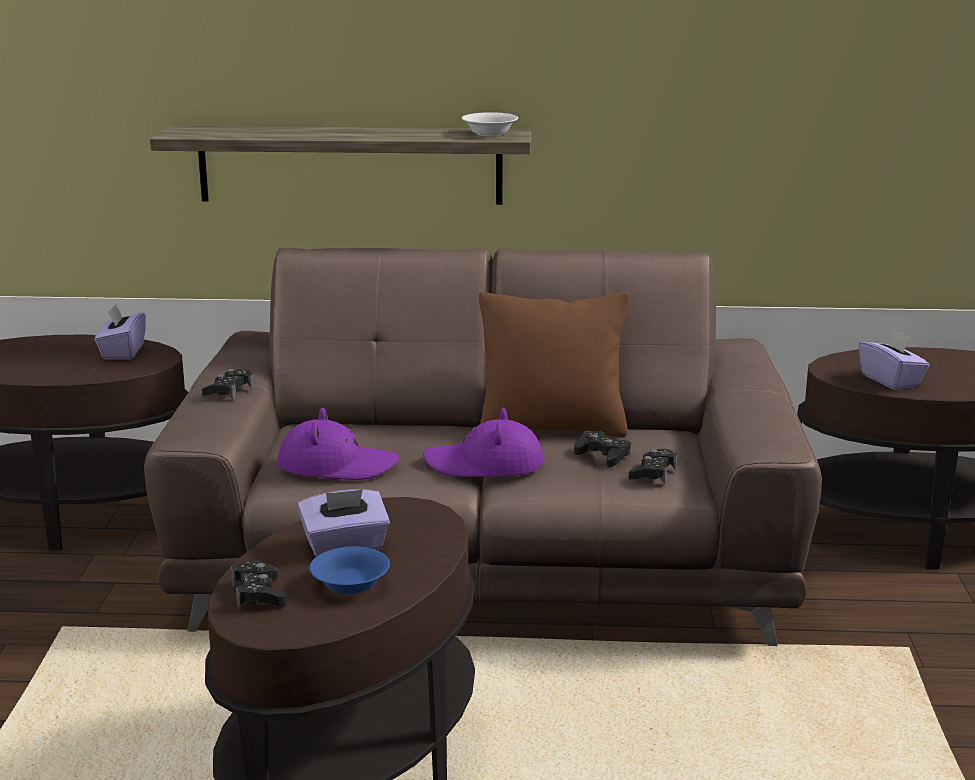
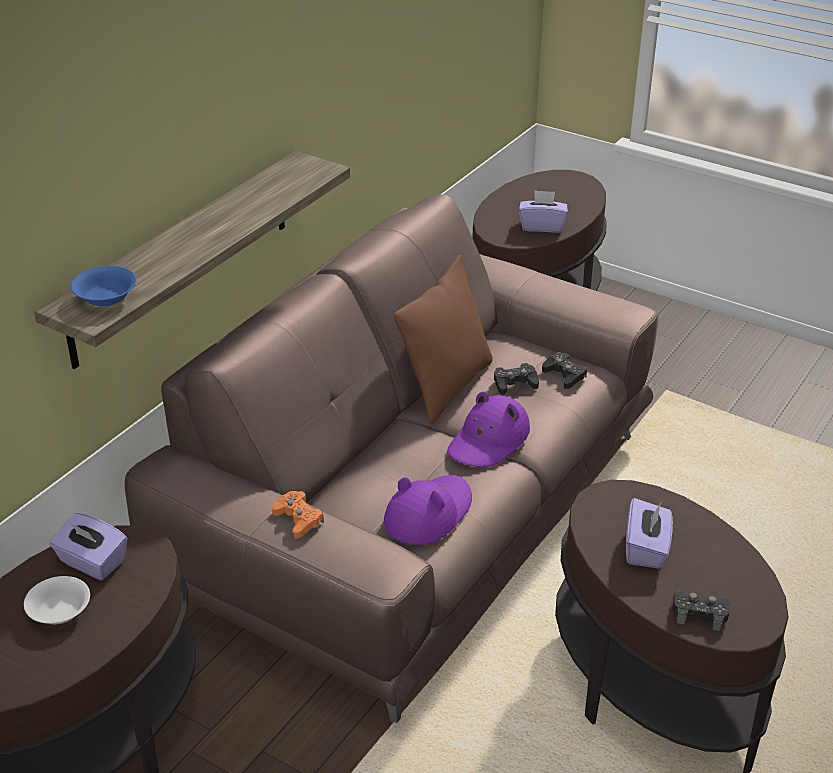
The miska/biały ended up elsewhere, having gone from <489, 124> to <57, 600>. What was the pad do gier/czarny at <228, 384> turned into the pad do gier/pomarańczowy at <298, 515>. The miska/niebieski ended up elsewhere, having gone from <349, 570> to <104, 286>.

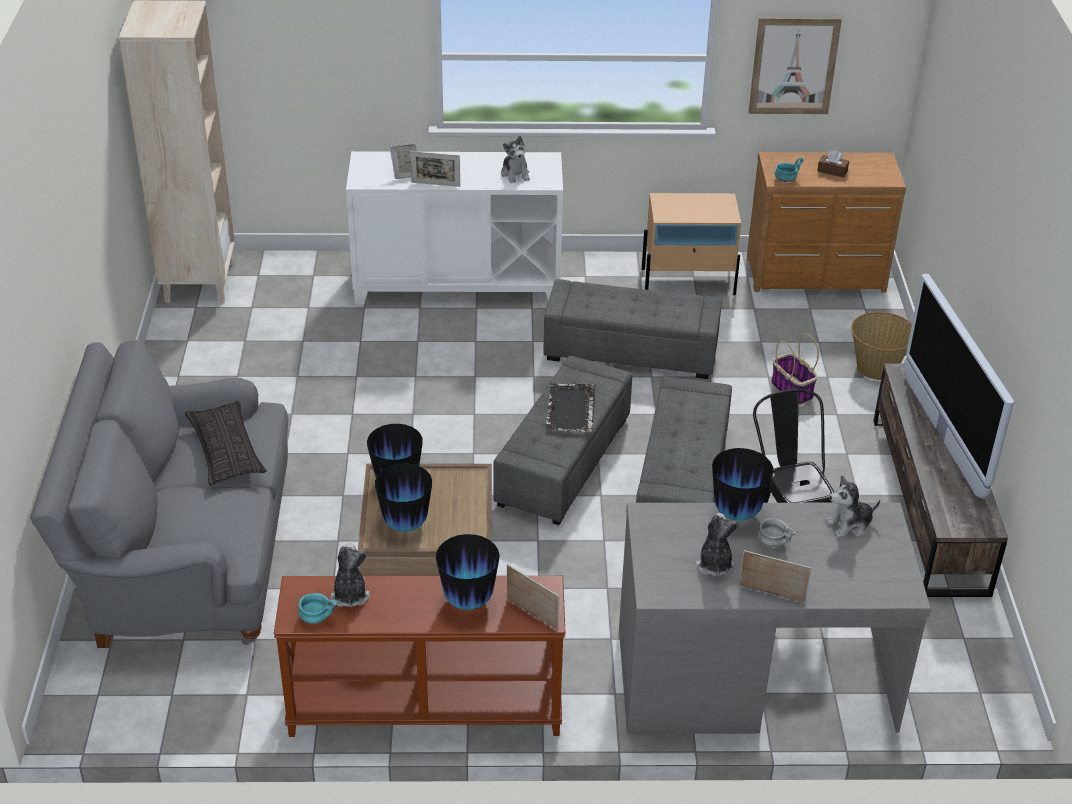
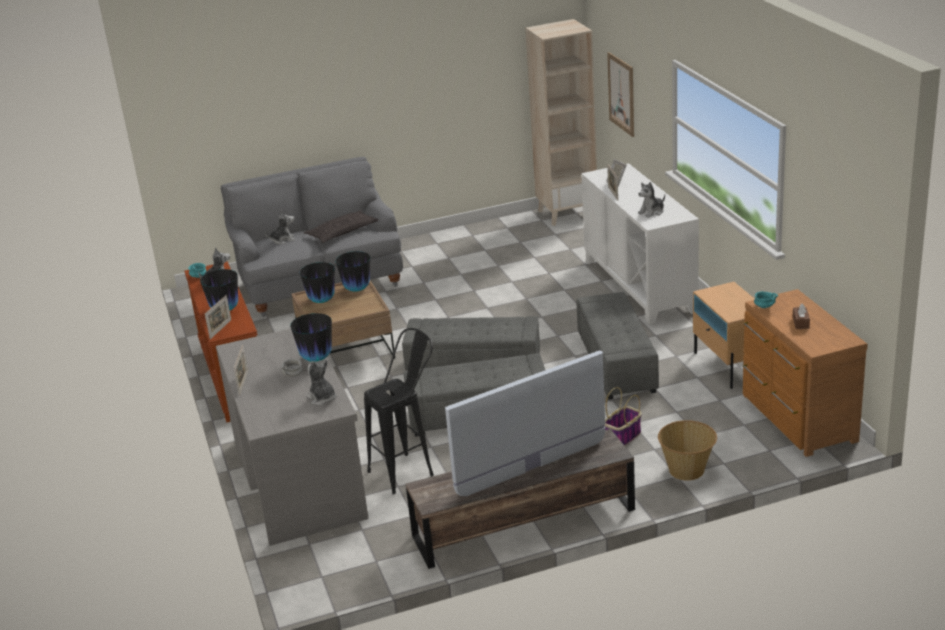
The obraz ended up elsewhere, having gone from <795, 66> to <620, 94>. The second view lost the taca/czarny at <571, 407>. The pluszak ended up elsewhere, having gone from <717, 544> to <280, 227>.

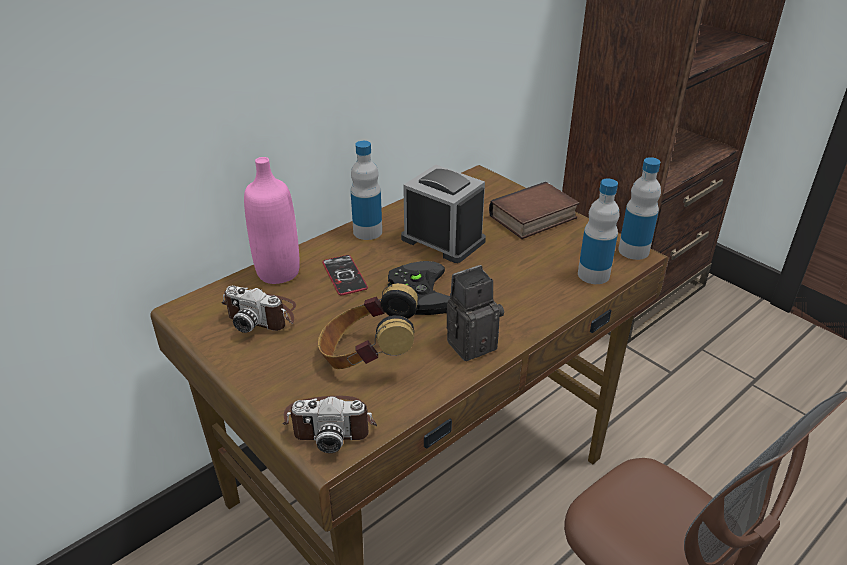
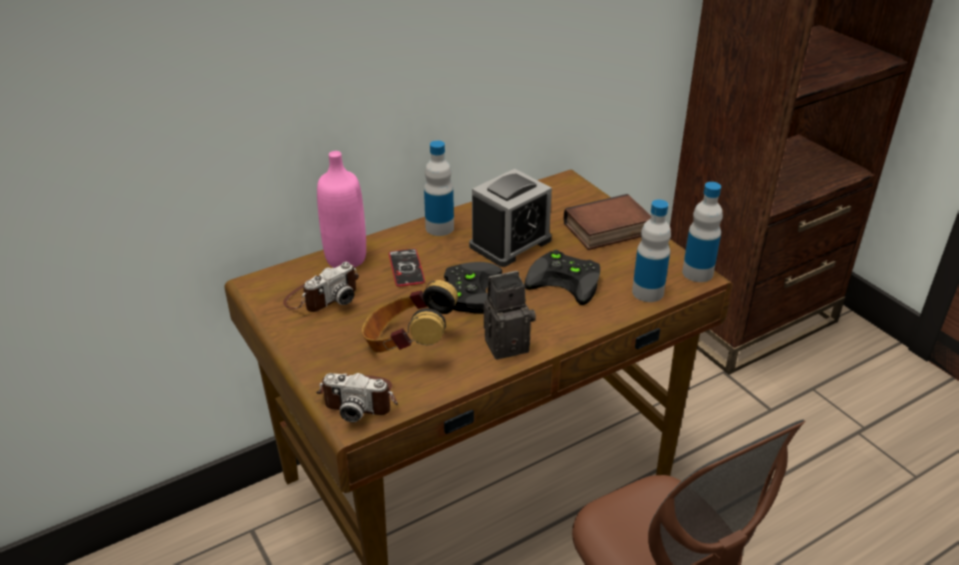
The budzik at <443, 214> ended up facing another way, 90 degrees clockwise from before. The aparat fotograficzny at <258, 309> ended up facing another way, 75 degrees counterclockwise from before. The second view gained the pad do gier/czarny at <562, 277>.

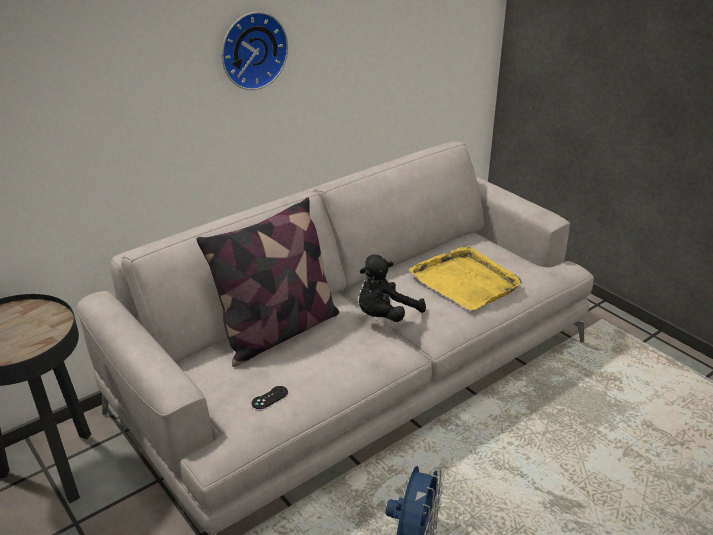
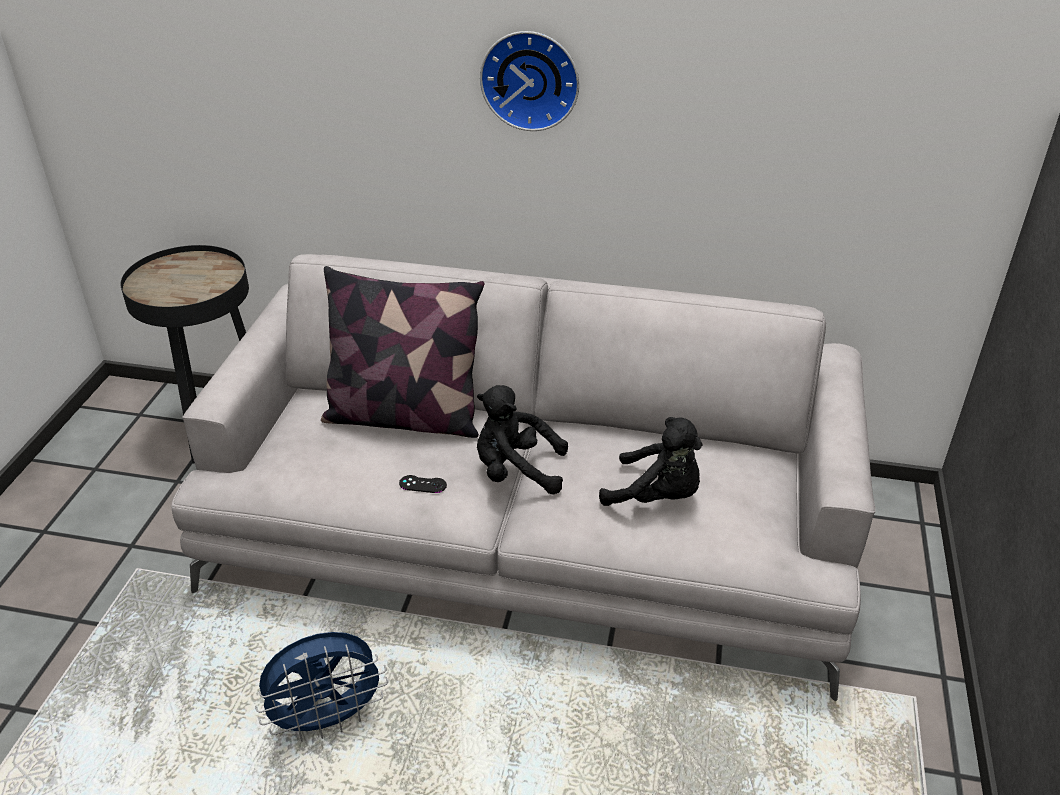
Where the taca/żółty stood at <465, 278>, the pluszak/czarny came to stand at <650, 461>. The pad do gier/czarny ended up elsewhere, having gone from <270, 397> to <423, 484>.

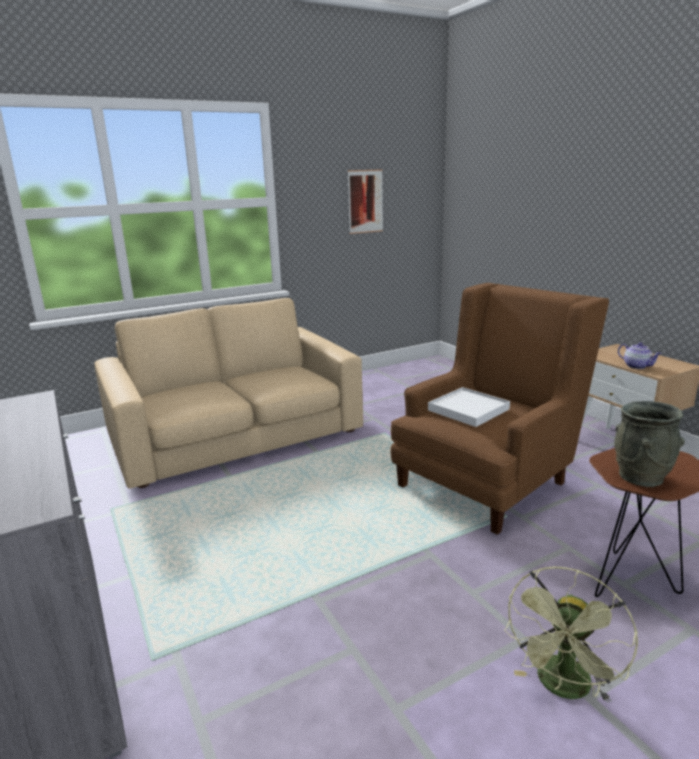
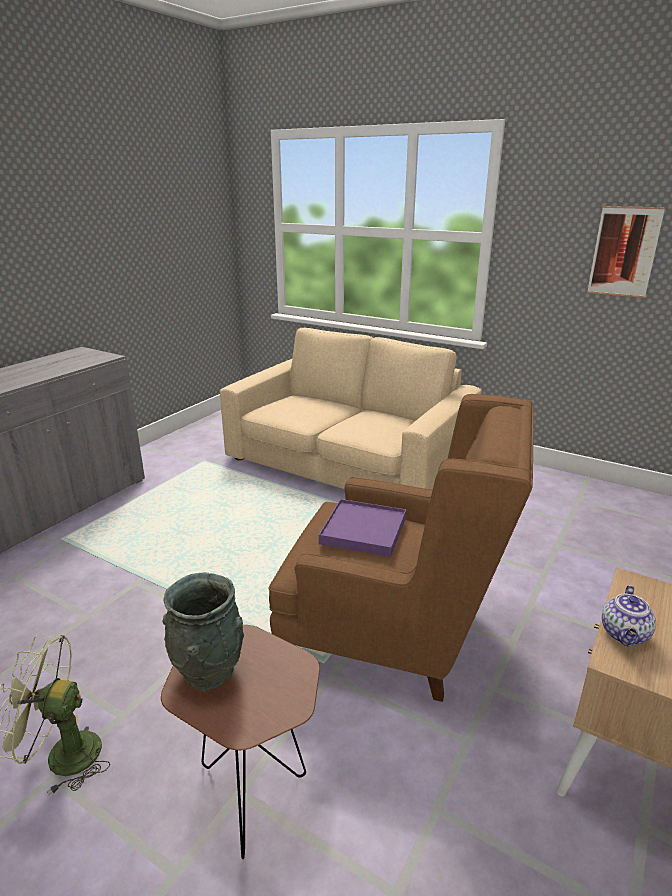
What was the taca/biały at <469, 407> turned into the taca/fioletowy at <362, 528>.

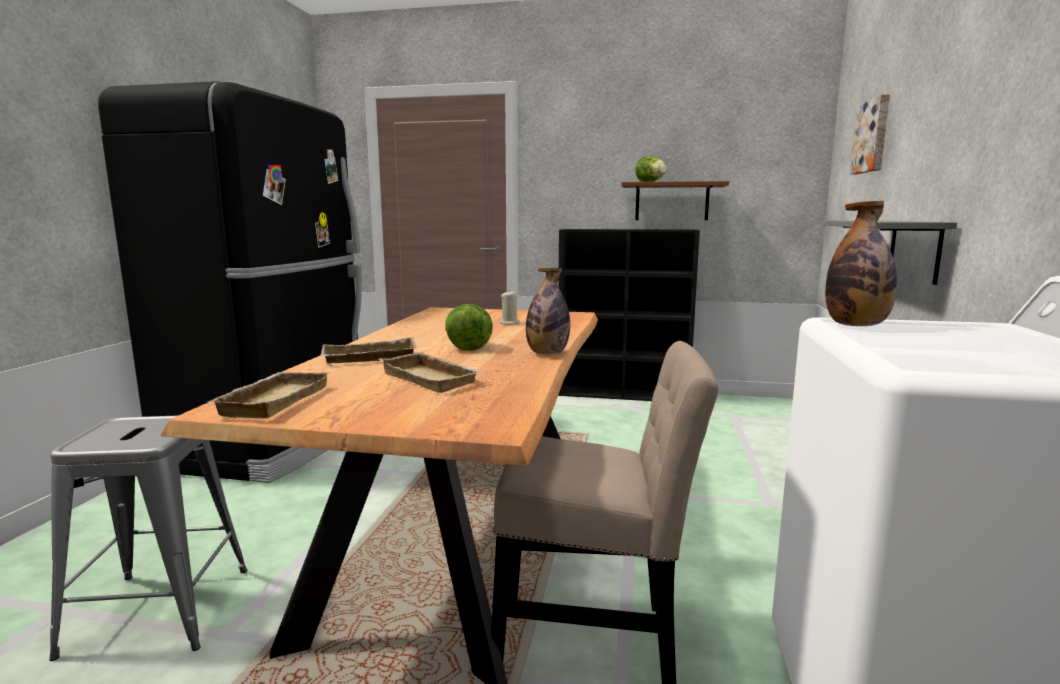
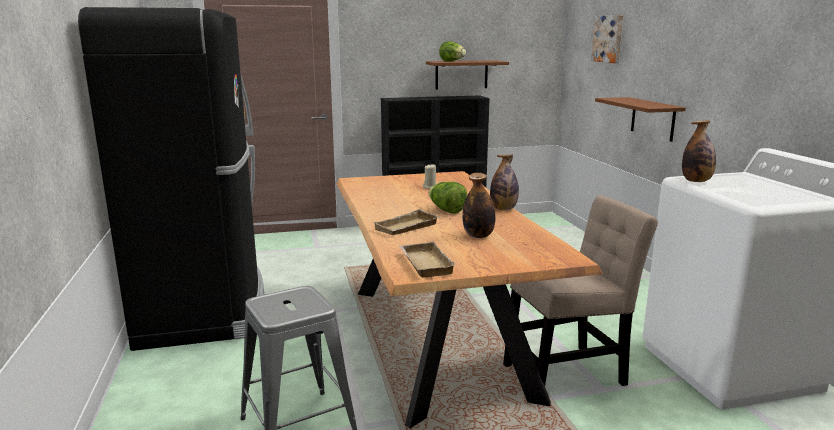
What was the półka/szary at <891, 252> turned into the półka/brązowy at <640, 119>. Where the taca/beżowy stood at <430, 372>, the butelka came to stand at <478, 205>.

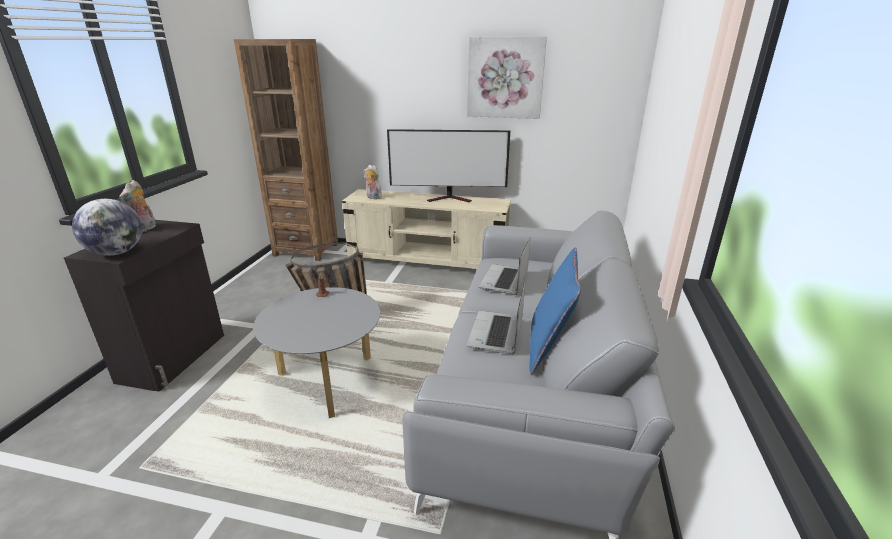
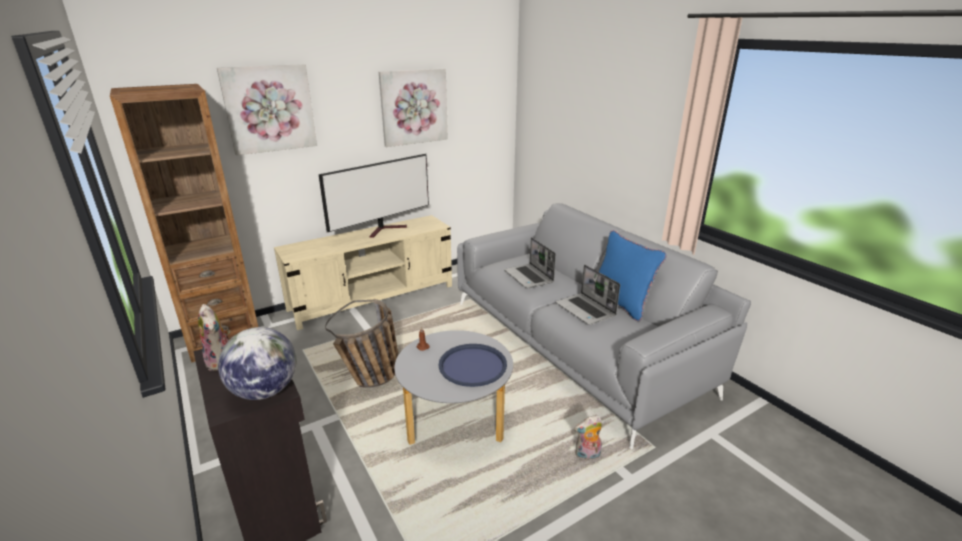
The pluszak ended up elsewhere, having gone from <372, 182> to <589, 438>. The second view gained the obraz at <267, 109>. The second view gained the taca/niebieski at <472, 365>.

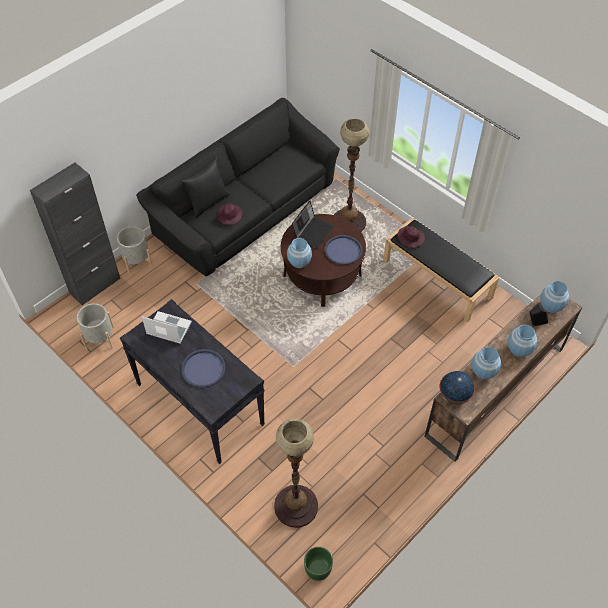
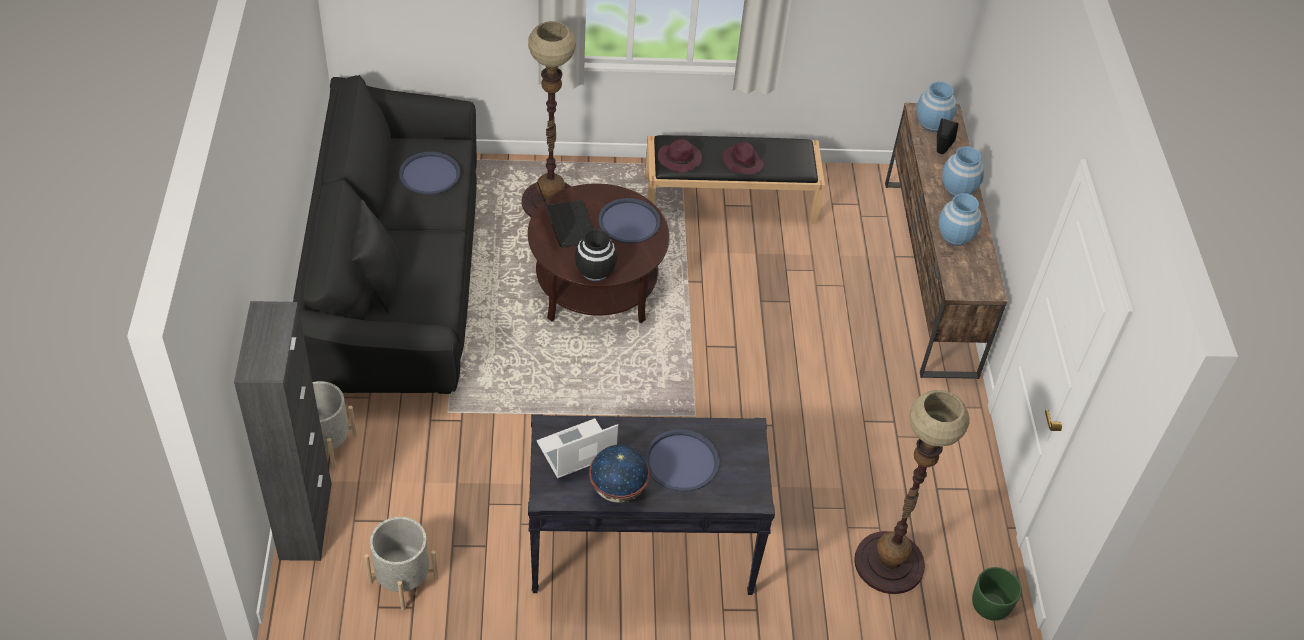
The kapelusz/fioletowy ended up elsewhere, having gone from <230, 214> to <743, 158>. What was the wazon/niebieski at <299, 253> turned into the wazon/czarny at <596, 255>. The globus ended up elsewhere, having gone from <457, 388> to <619, 474>. The second view gained the taca/niebieski at <429, 173>.

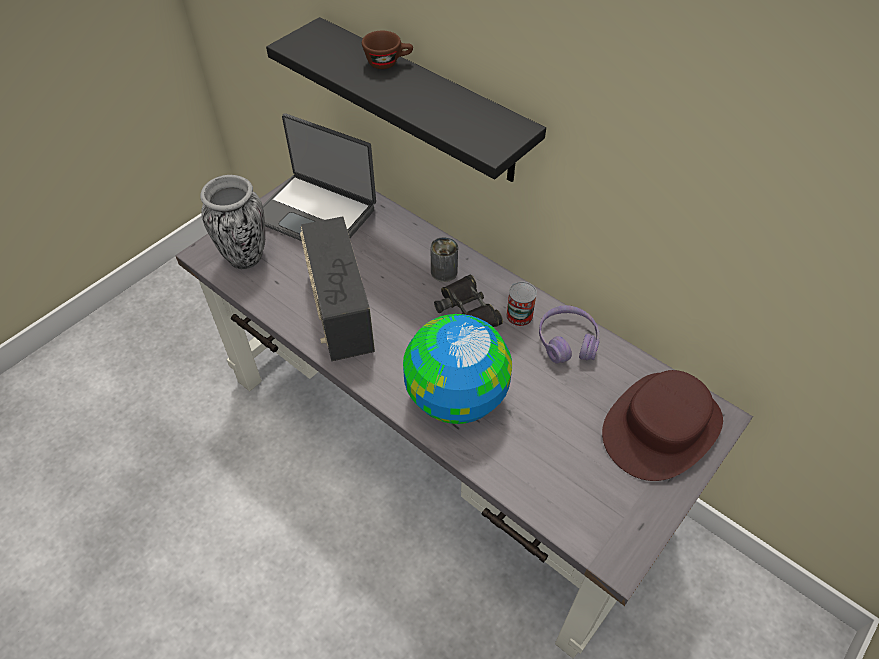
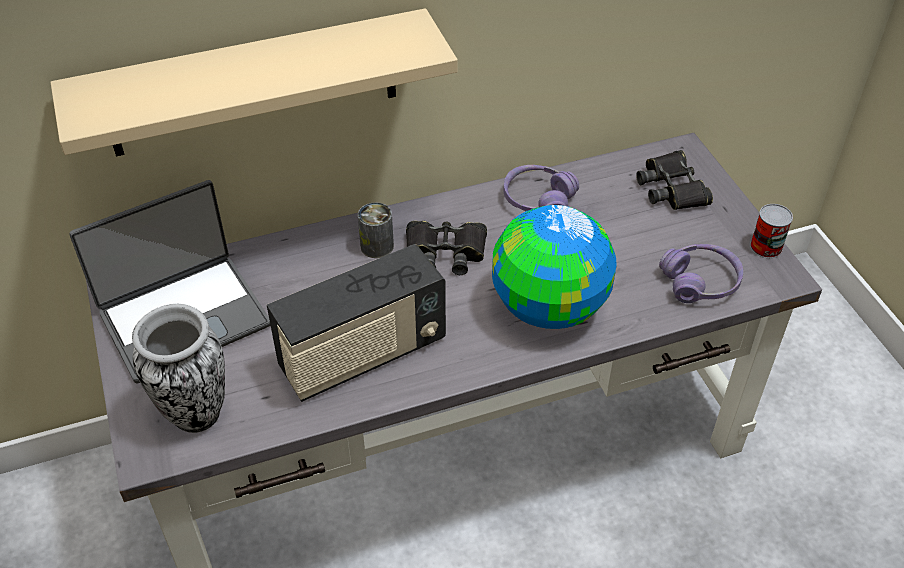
What was the półka/czarny at <406, 99> turned into the półka/beżowy at <254, 82>. The second view lost the filiżanka/brązowy at <387, 50>. The radio at <337, 289> ended up facing another way, 45 degrees counterclockwise from before. The puszka ended up elsewhere, having gone from <521, 304> to <771, 231>. Where the kapelusz/brązowy stood at <662, 425>, the lornetka/czarny came to stand at <674, 180>. The second view gained the słuchawki/fioletowy at <701, 273>.

